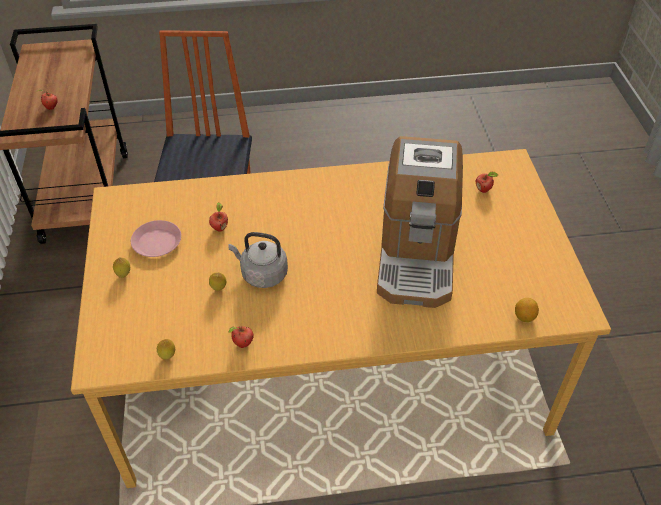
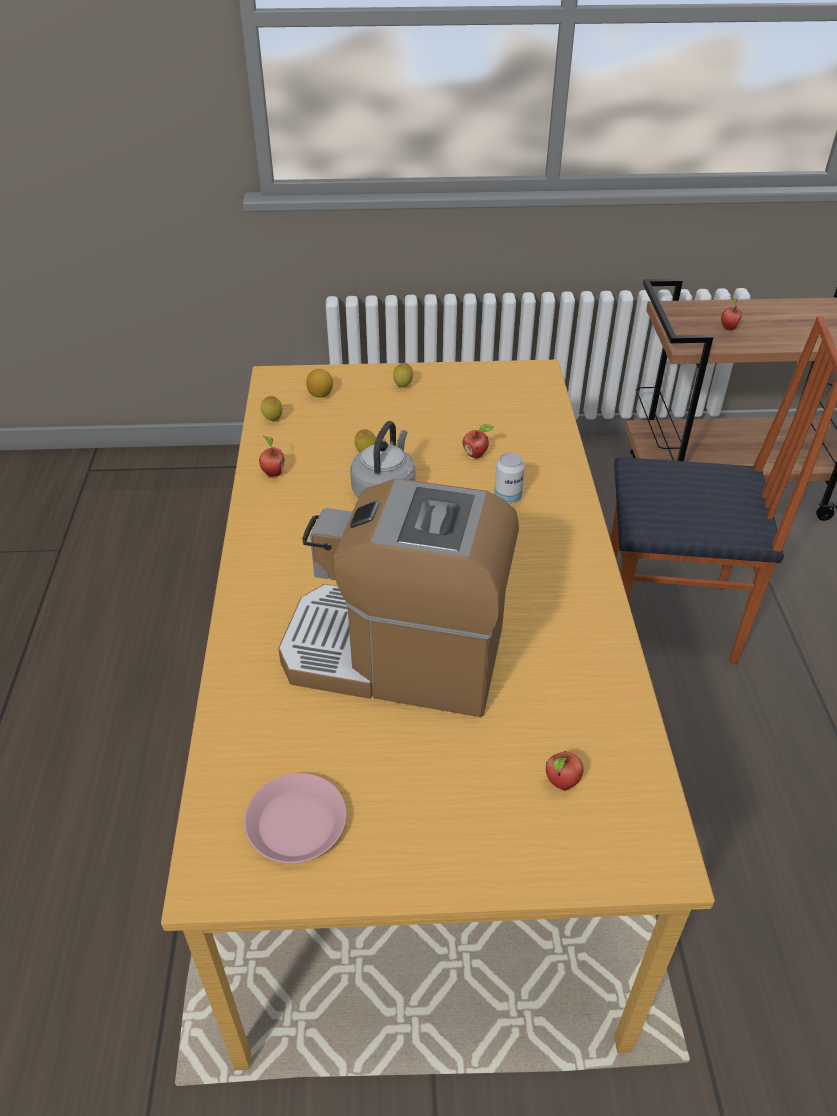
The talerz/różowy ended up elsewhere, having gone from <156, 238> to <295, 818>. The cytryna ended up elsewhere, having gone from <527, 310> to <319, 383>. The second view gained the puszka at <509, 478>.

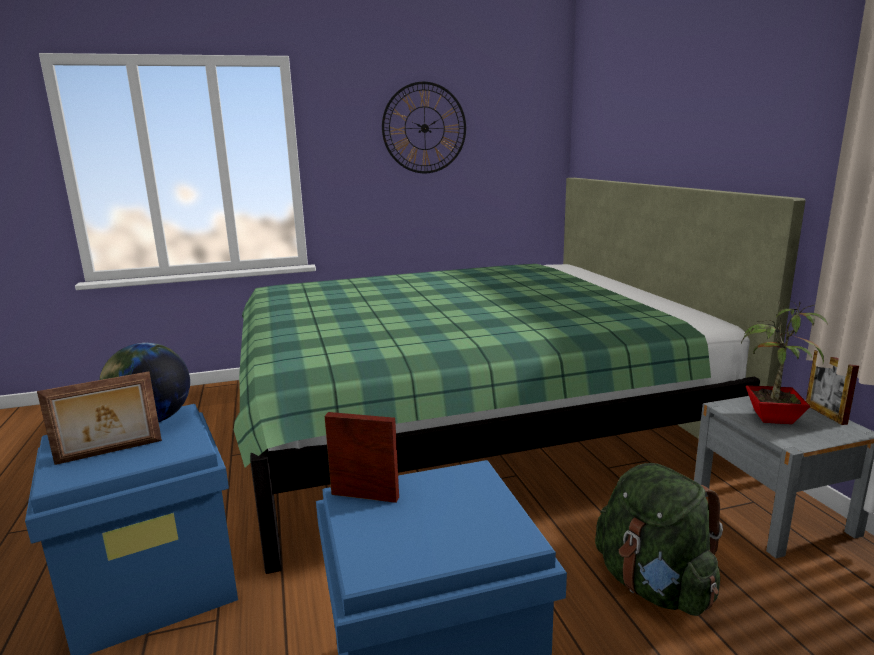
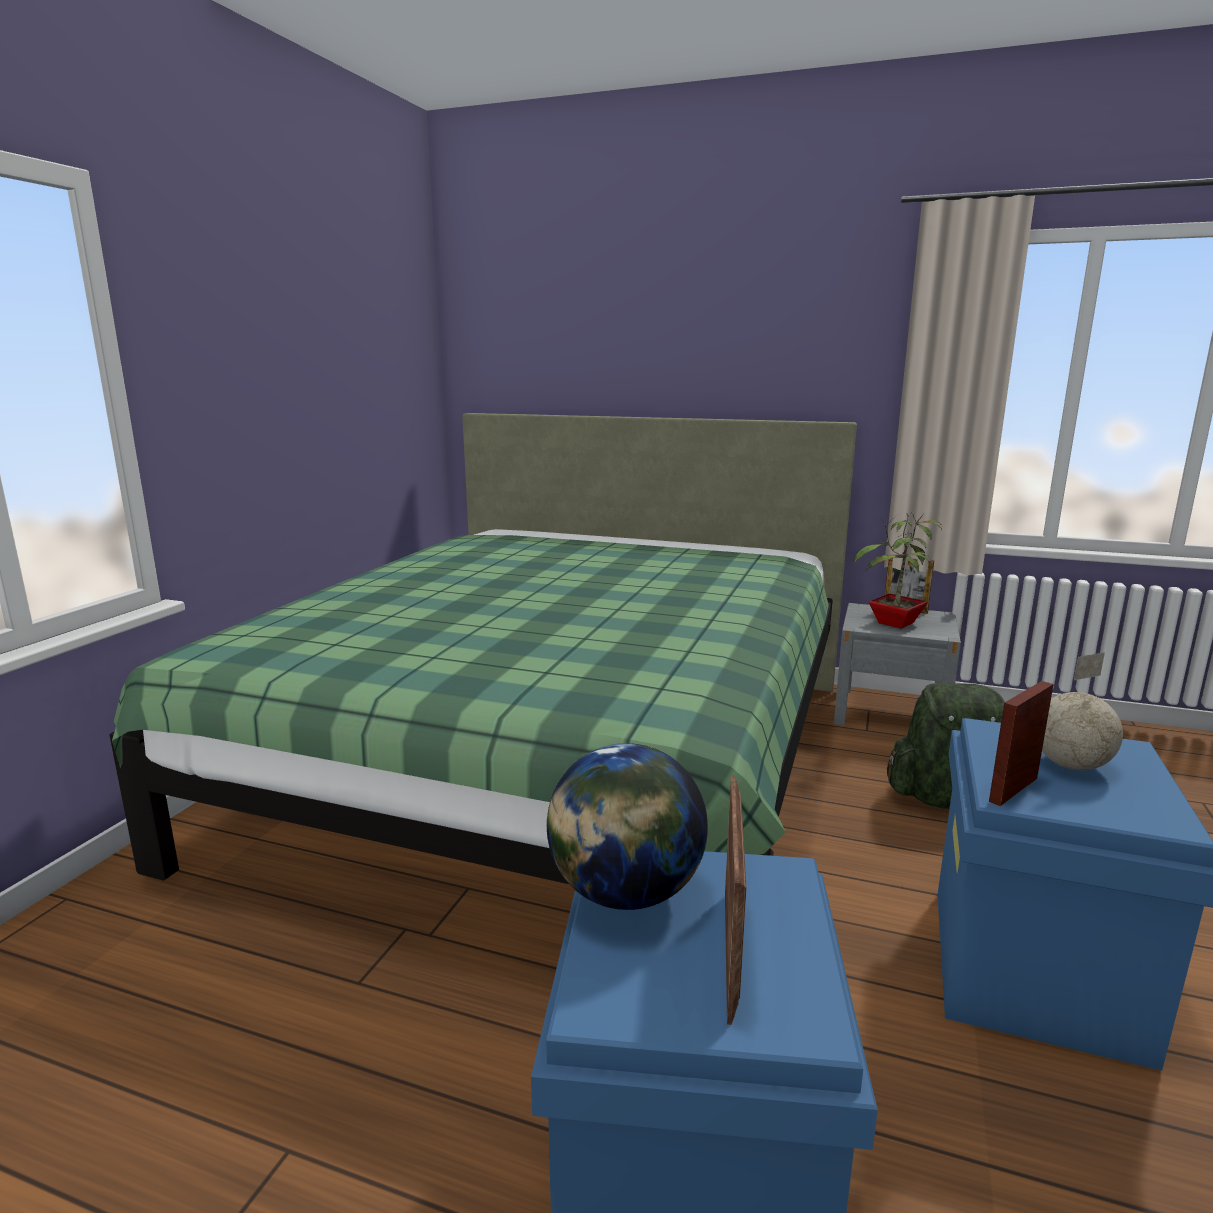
The second view lost the zegar ścienny at <424, 127>. The second view gained the globus at <1082, 711>.

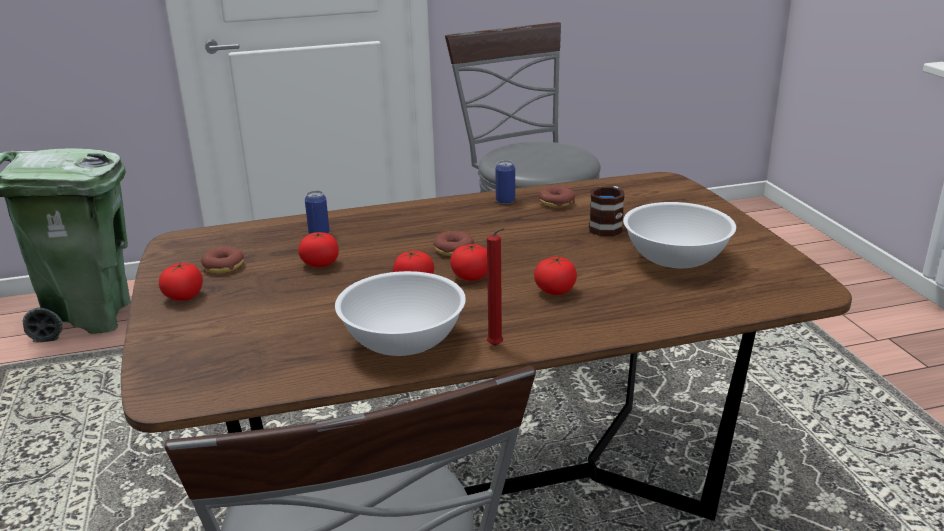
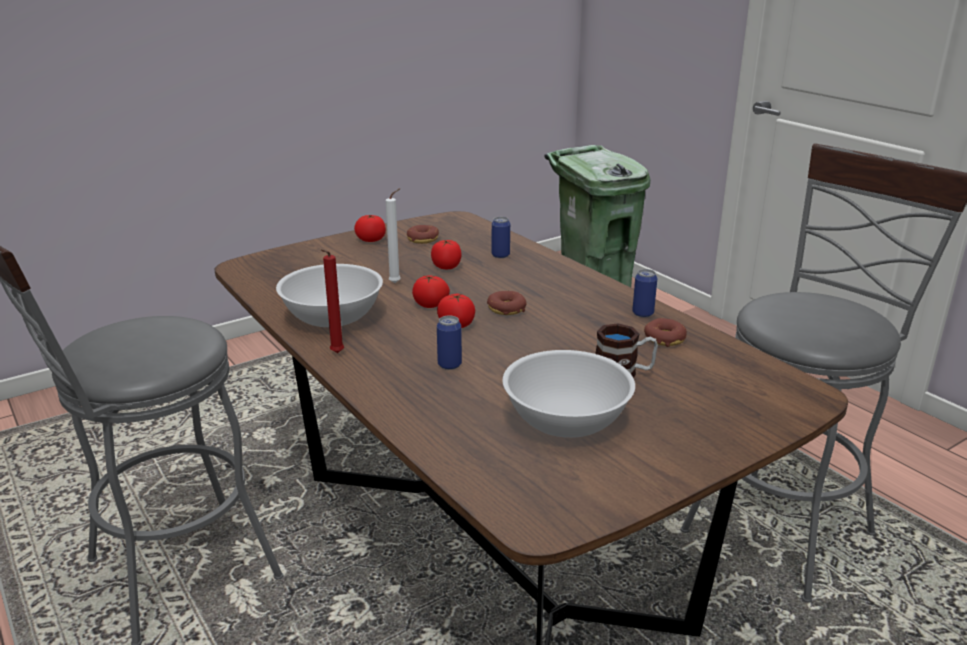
Where the pomidor stood at <555, 276>, the puszka came to stand at <449, 342>. The second view gained the świeca/biały at <393, 235>.

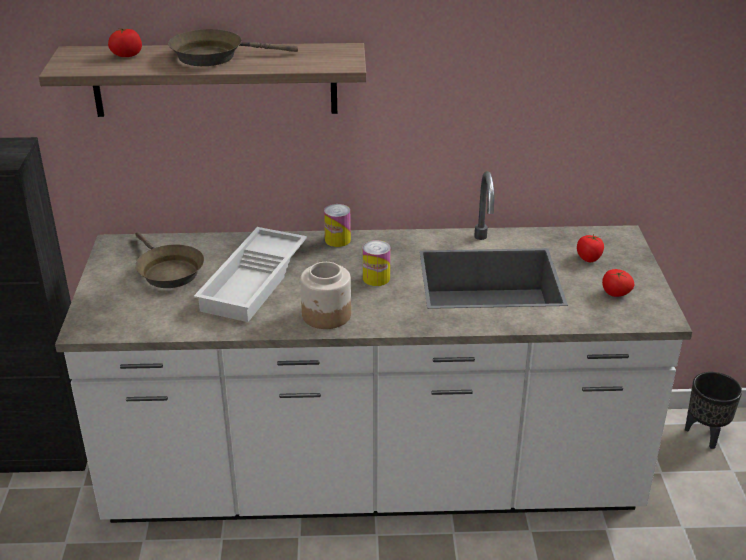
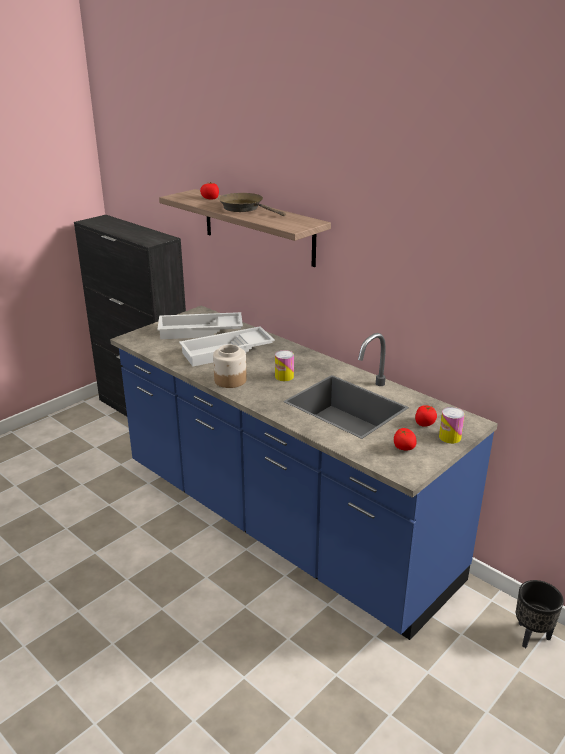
What was the zabudowa kuchenna/biały at <373, 347> turned into the zabudowa kuchenna/niebieski at <304, 473>. The puszka ended up elsewhere, having gone from <337, 225> to <452, 425>. Where the patelnia/brązowy stood at <169, 260>, the taca/biały came to stand at <200, 325>.

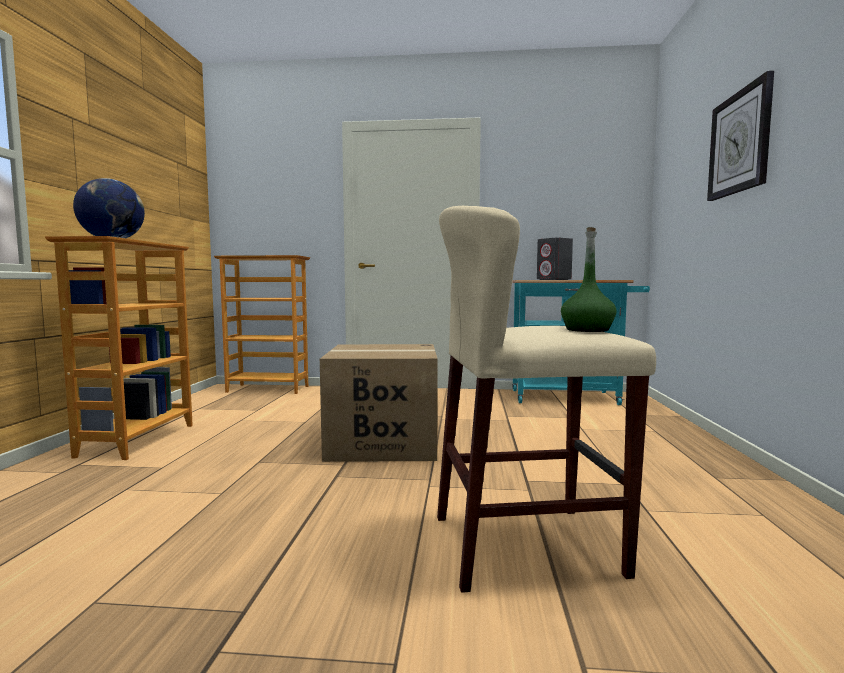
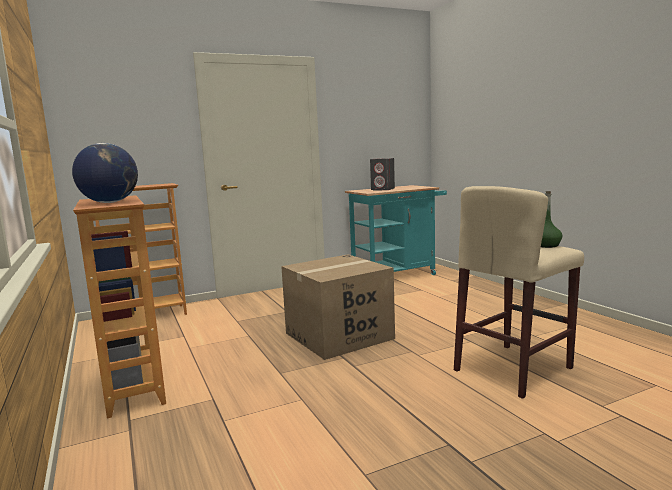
The second view lost the zegar ścienny at <740, 136>.

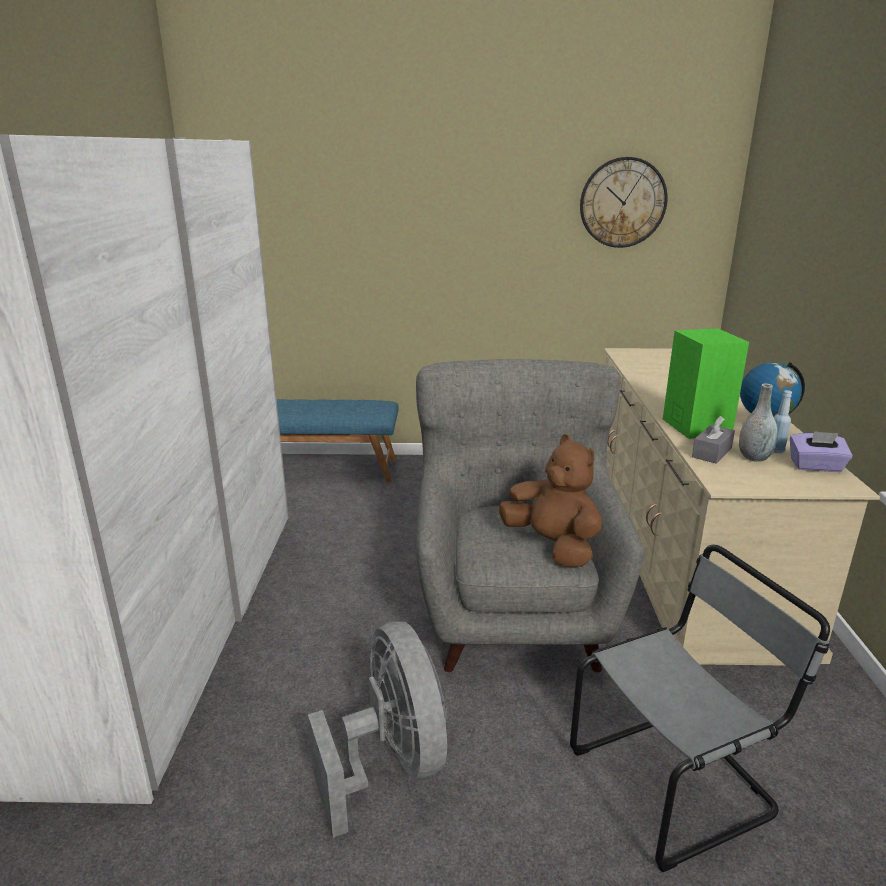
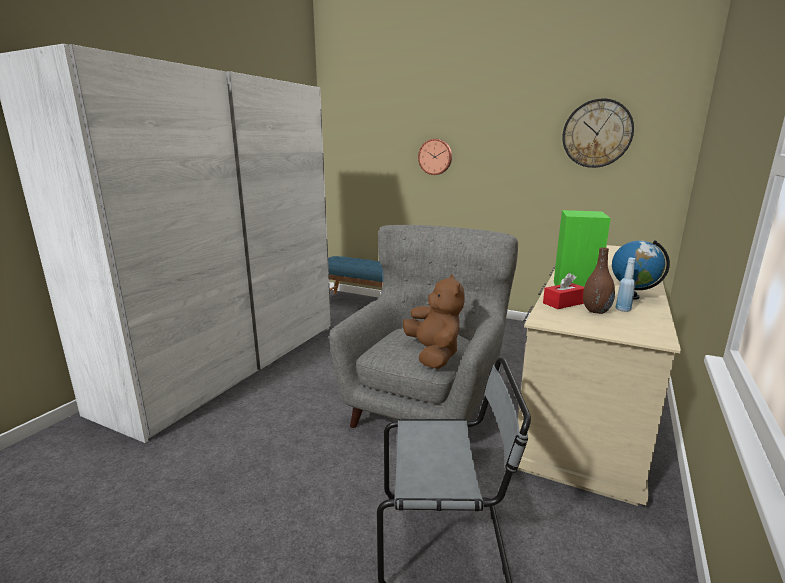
What was the wazon/szary at <758, 423> turned into the wazon/brązowy at <599, 280>. What was the pudełko chusteczek/szary at <713, 440> turned into the pudełko chusteczek/czerwony at <563, 291>. The second view lost the pudełko chusteczek/fioletowy at <821, 451>. The second view lost the wentylator/szary at <377, 730>. The second view gained the zegar ścienny at <435, 157>.

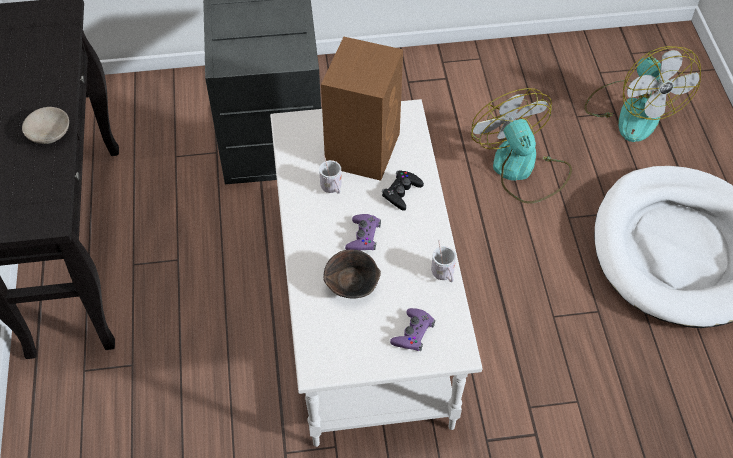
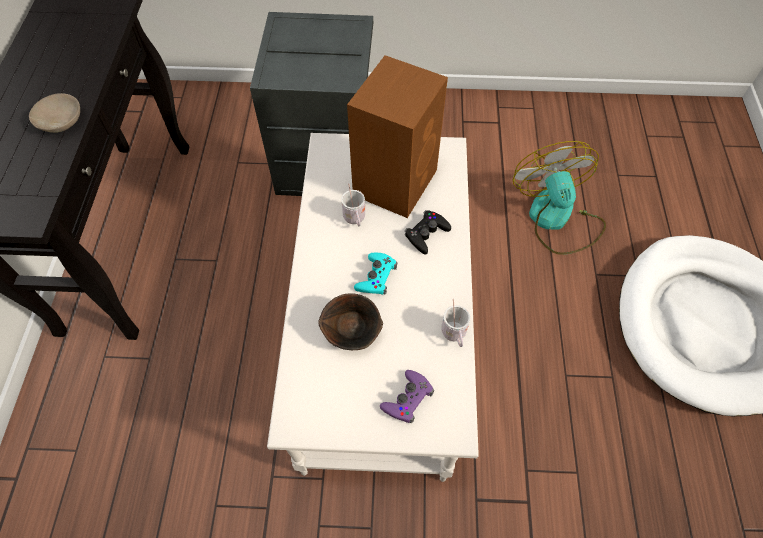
The second view lost the wentylator at <642, 94>. What was the pad do gier/fioletowy at <363, 232> turned into the pad do gier/turkusowy at <376, 274>.

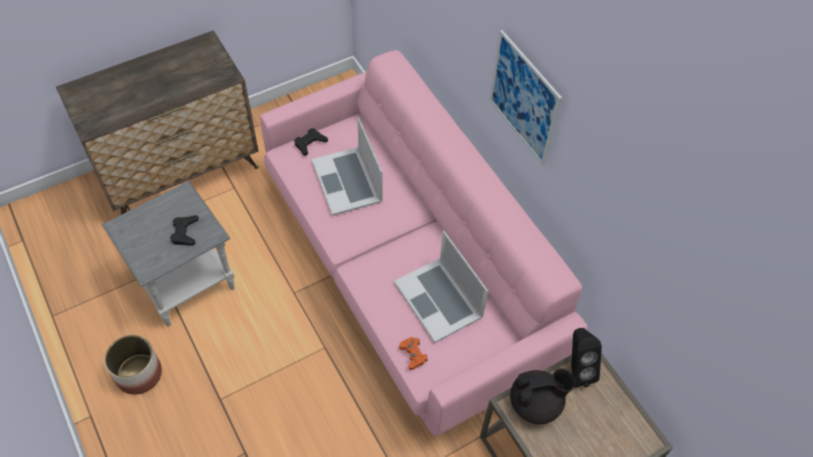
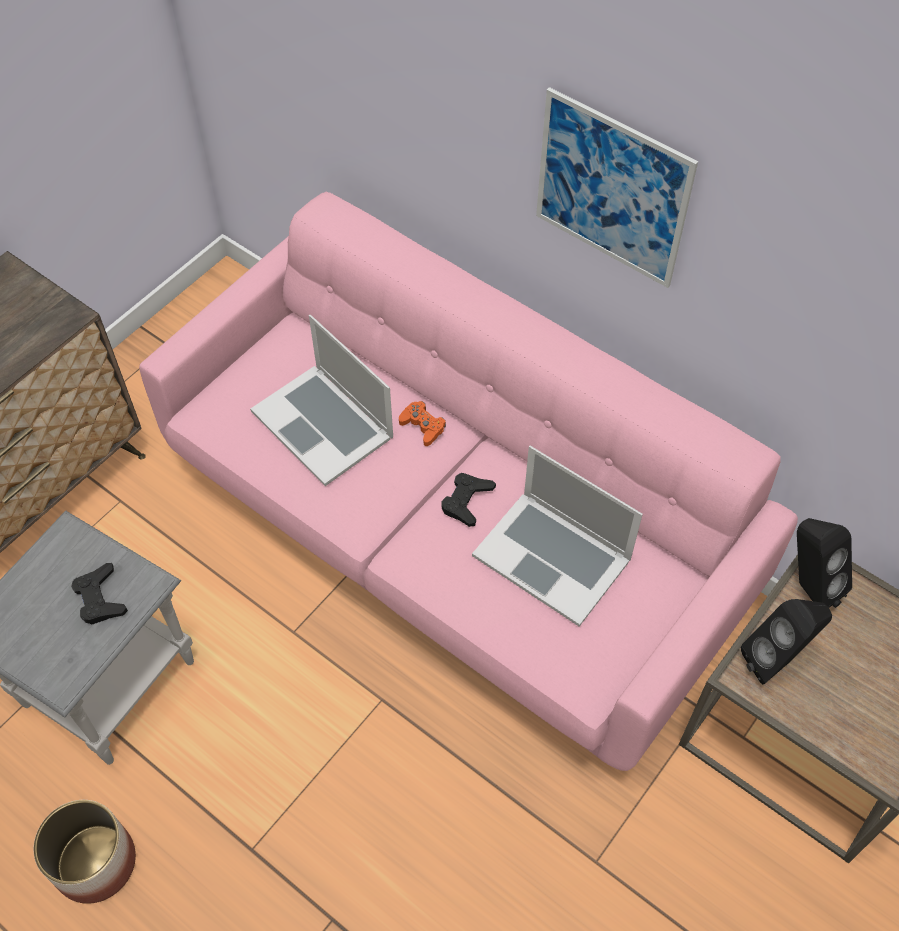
The pad do gier/czarny ended up elsewhere, having gone from <311, 142> to <469, 500>. The pad do gier/pomarańczowy ended up elsewhere, having gone from <413, 353> to <422, 423>. Where the imbryk/czarny stood at <542, 396>, the głośnik/czarny came to stand at <786, 641>.

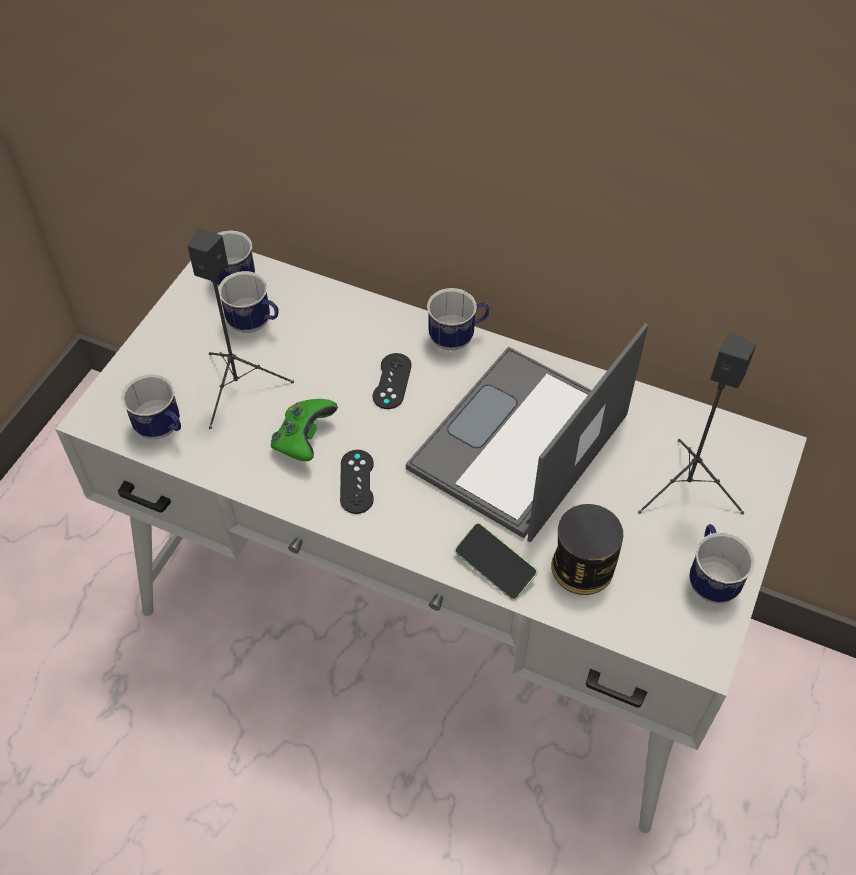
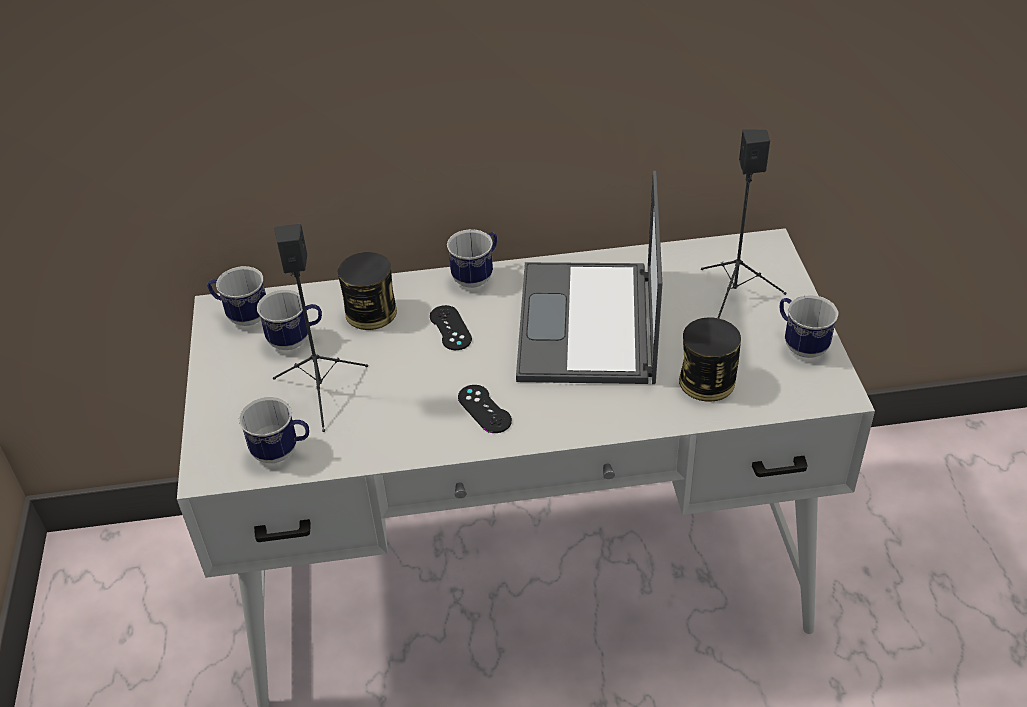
The second view lost the pad do gier/zielony at <304, 430>. The second view lost the telefon at <496, 561>. The second view gained the puszka at <367, 291>.

